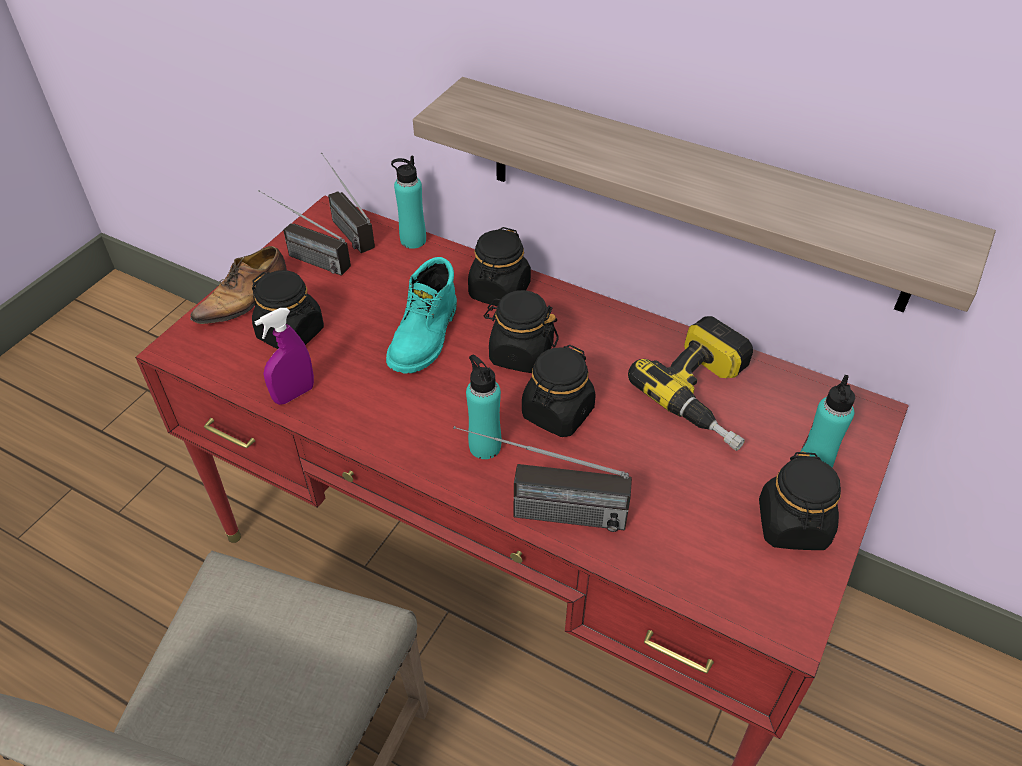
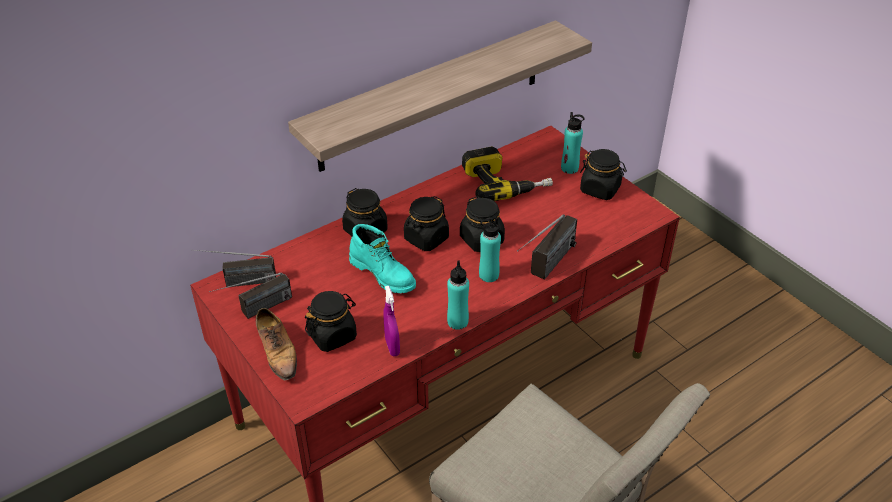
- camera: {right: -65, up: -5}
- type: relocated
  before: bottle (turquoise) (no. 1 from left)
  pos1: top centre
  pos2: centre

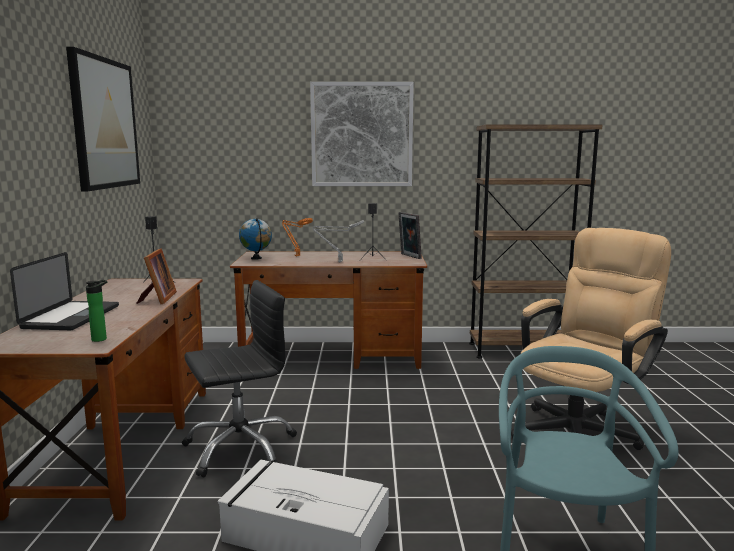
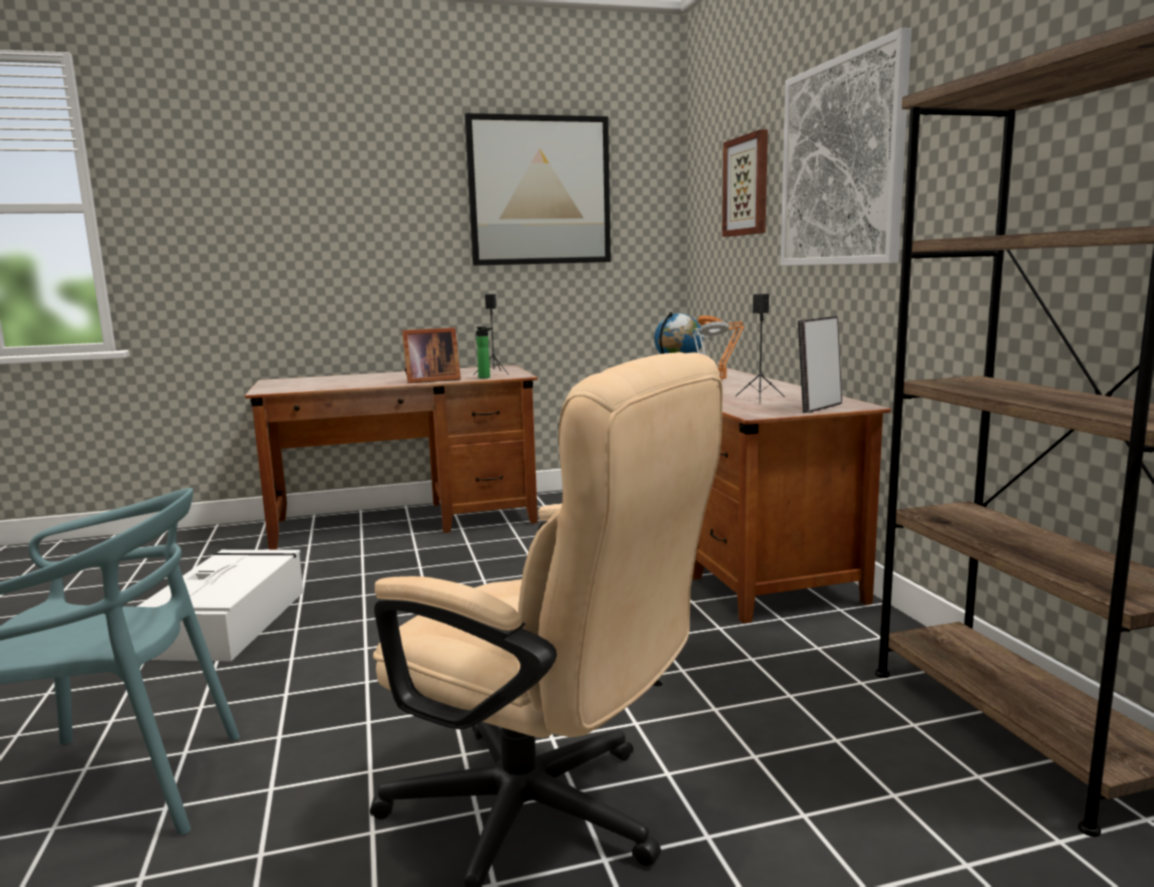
- camera: {right: 75, up: 0}
- type: missing
  before: laptop
  pos1: middle left
- type: missing
  before: office chair (black)
  pos1: bottom left
- type: appeared
  after: picture (no. 2 from left)
  pos2: top centre
- type: relocated
  before: bottle
  pos1: middle left
  pos2: centre

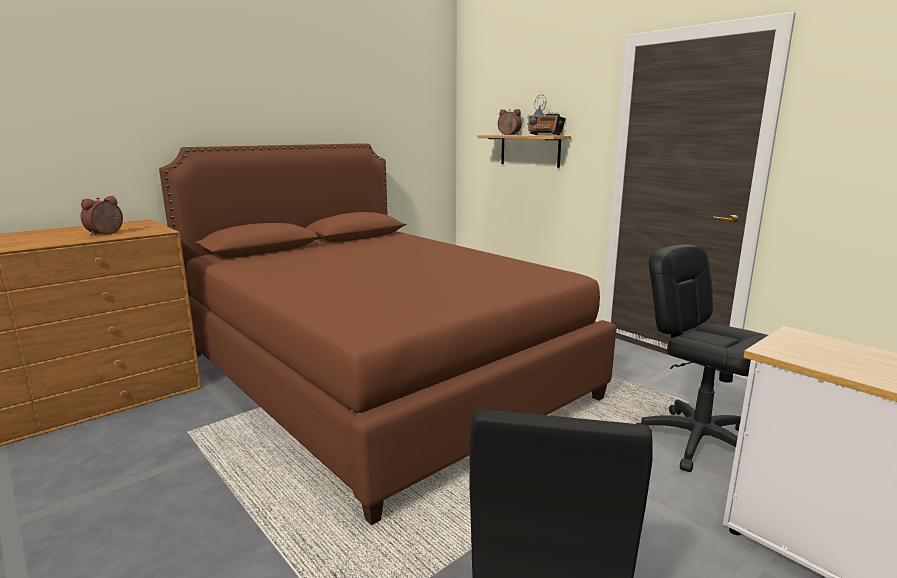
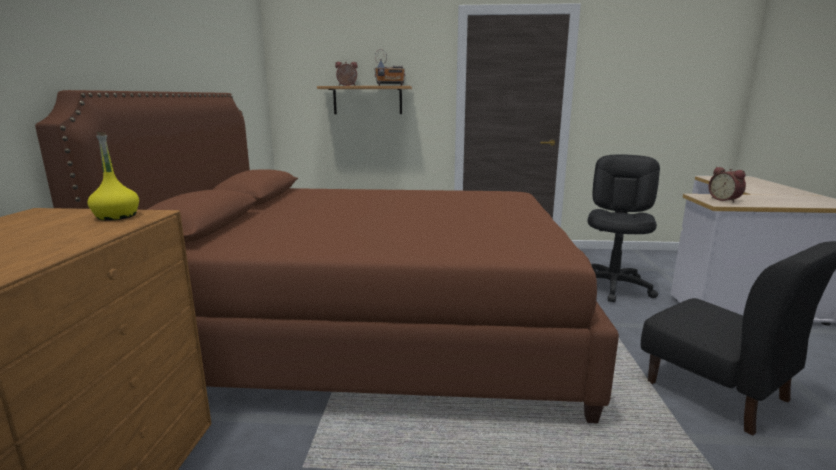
- camera: {right: -45, up: 0}
- type: appeared
  after: bottle (yellow)
  pos2: middle left
- type: relocated
  before: alarm clock (no. 1 from left in the first image)
  after: alarm clock (no. 2 from left)
  pos1: middle left
  pos2: middle right
- type: spun
  before: office chair (black)
  pos1: middle right
  pos2: middle right
  turn: 105

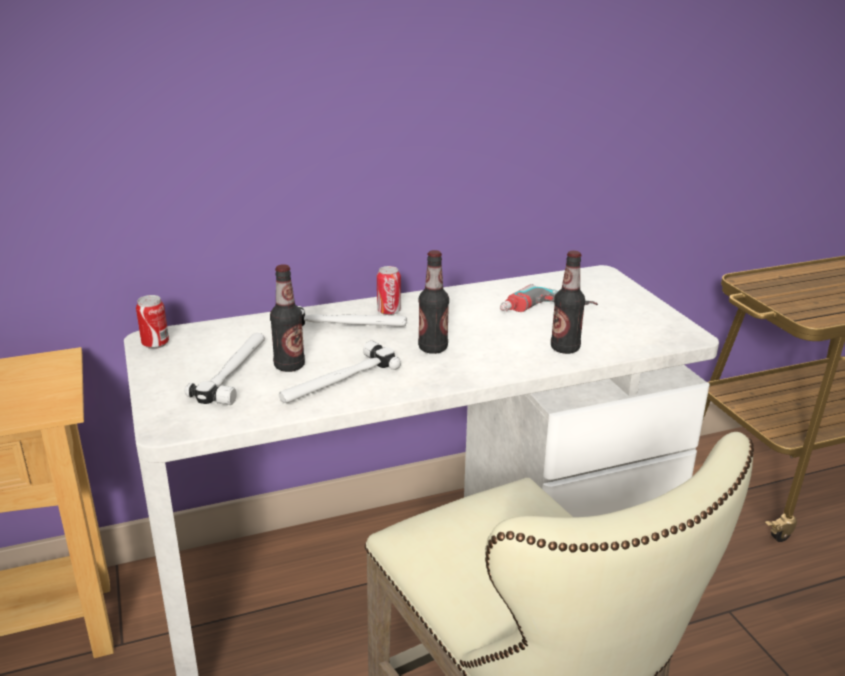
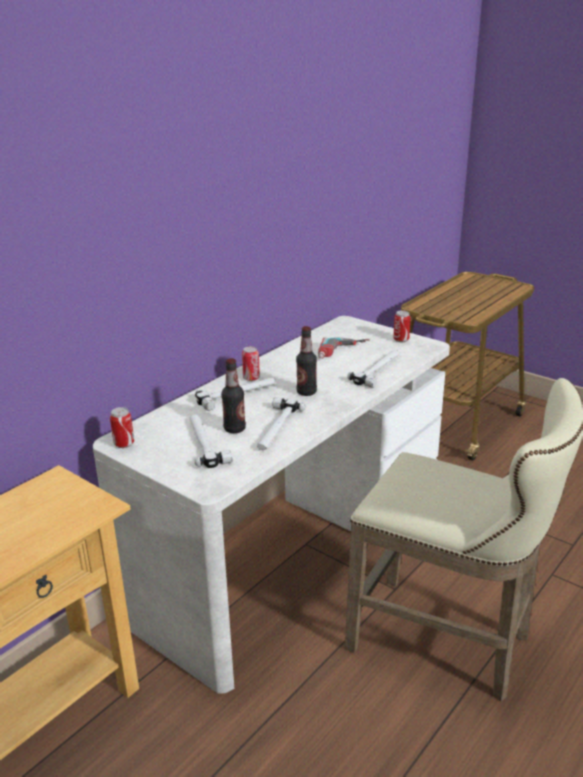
- camera: {right: -30, up: 0}
- type: appeared
  after: can (no. 3 from left)
  pos2: middle right
- type: exchanged
  before: bottle (no. 3 from left)
  after: hammer (no. 4 from left)
  pos1: middle right
  pos2: centre

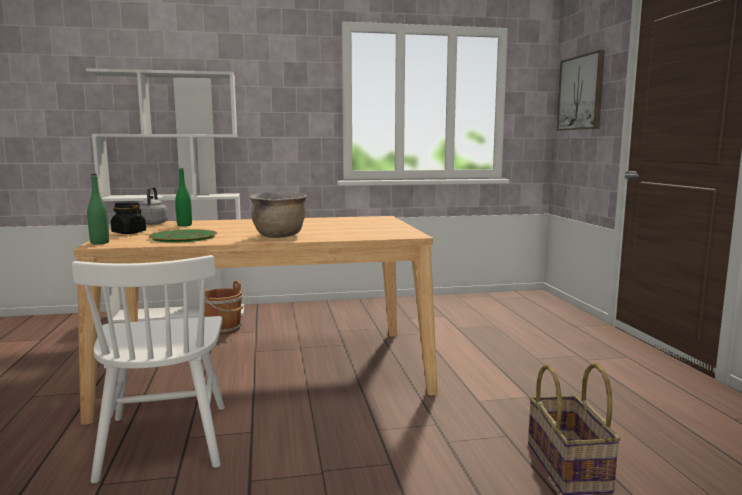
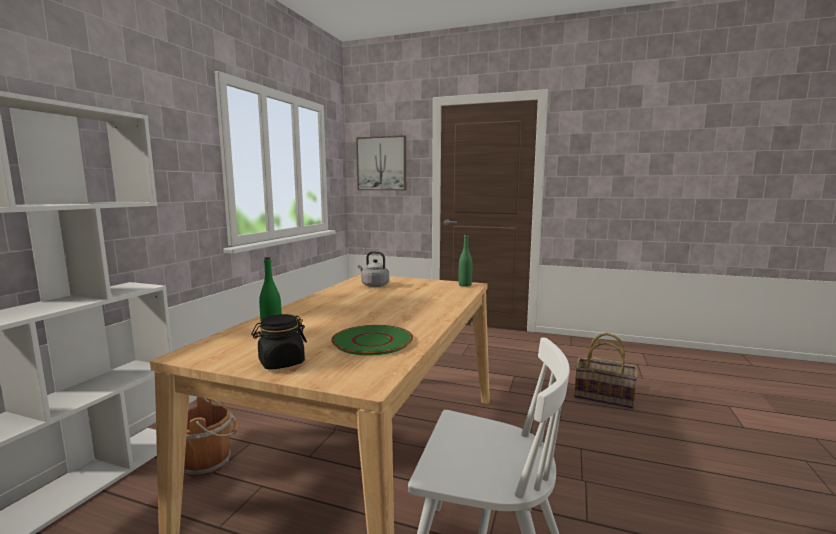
- camera: {right: -60, up: 0}
- type: missing
  before: cooking pot (brown)
  pos1: centre
- type: relocated
  before: bottle (green) (no. 1 from left in the first image)
  after: bottle (green) (no. 2 from left)
  pos1: middle left
  pos2: centre
- type: relocated
  before: kettle (grey)
  pos1: middle left
  pos2: centre

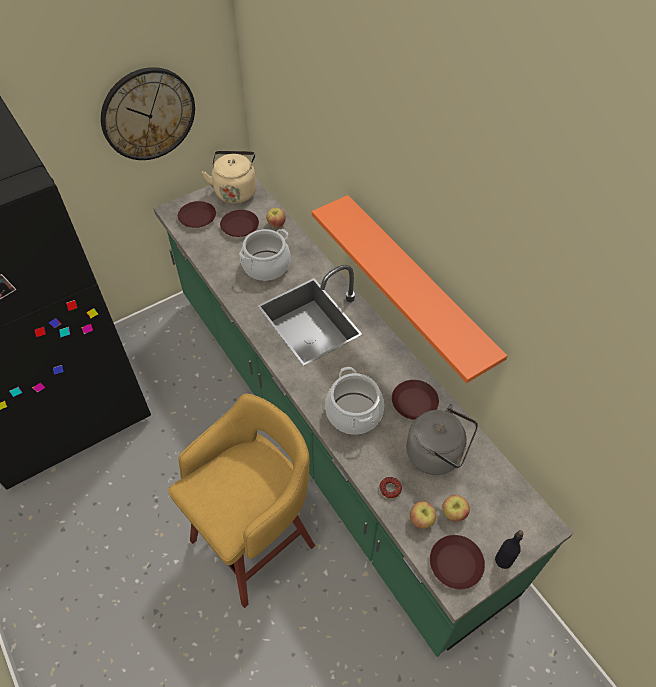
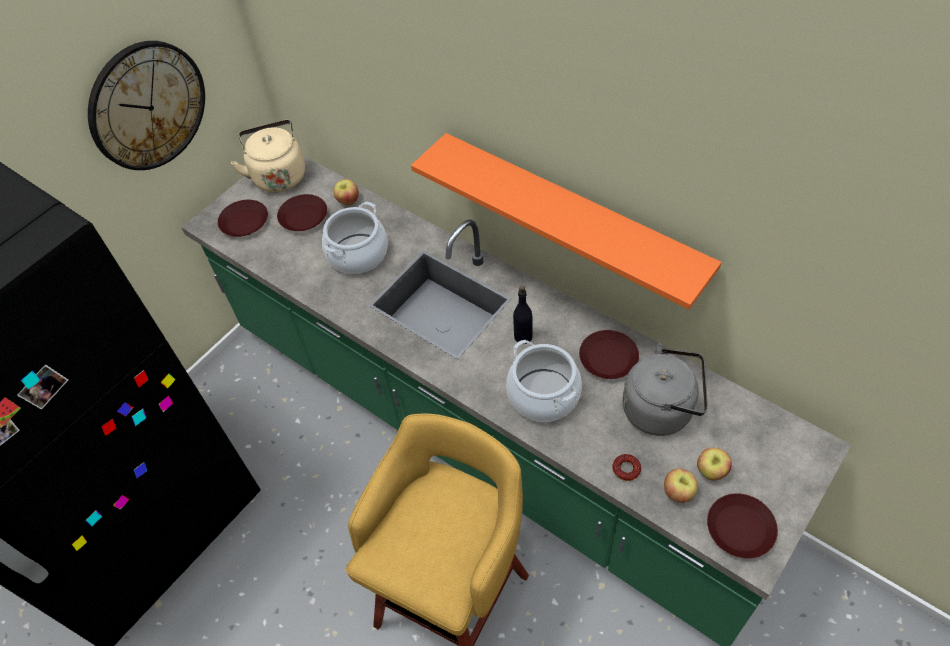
- camera: {right: -15, up: 0}
- type: relocated
  before: bottle (black)
  pos1: bottom right
  pos2: centre

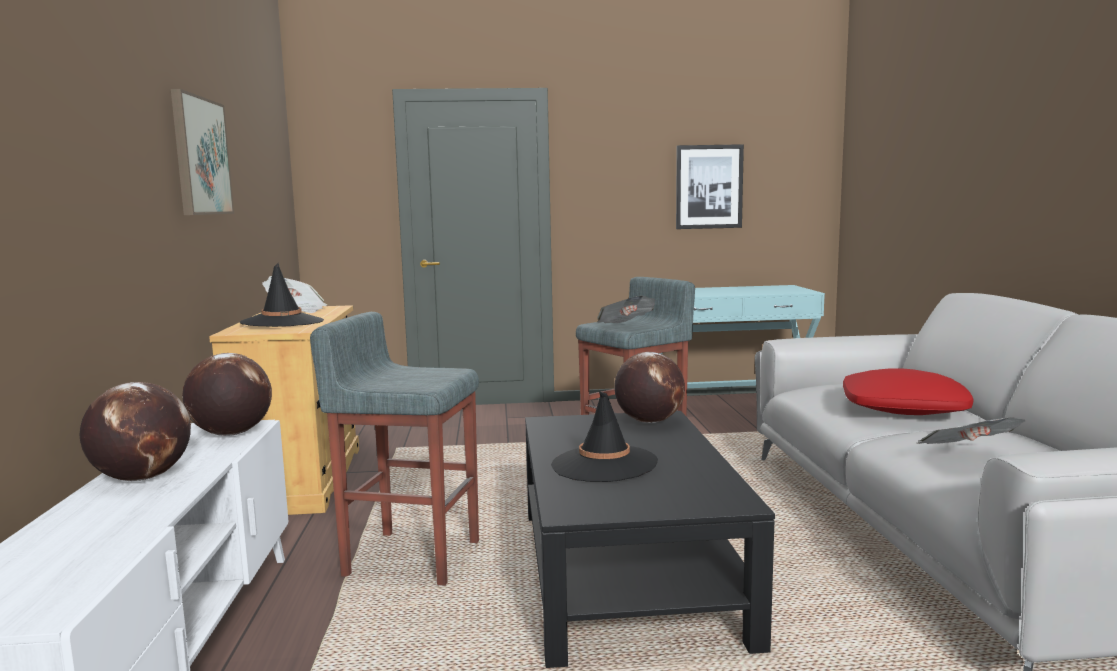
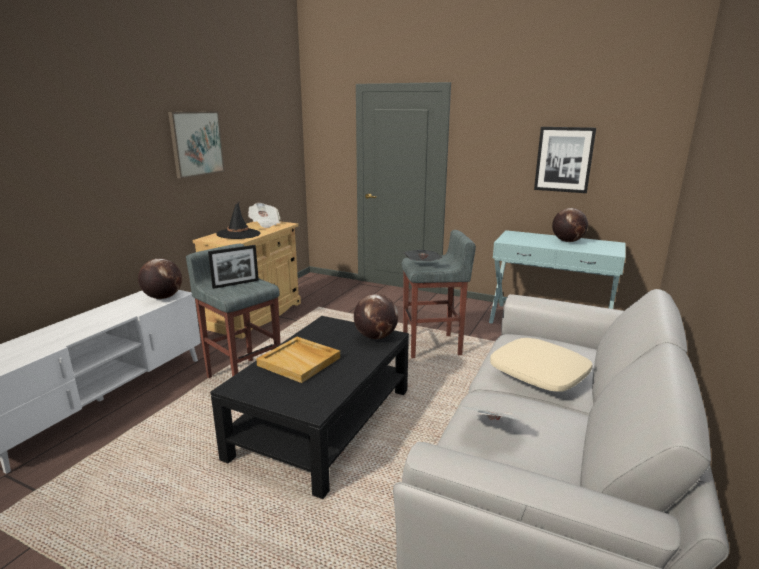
- camera: {right: 30, up: 10}
- type: appeared
  after: picture frame
  pos2: middle left
- type: relocated
  before: globe (no. 1 from left in the first image)
  after: globe (no. 3 from left)
  pos1: middle left
  pos2: middle right
- type: exchanged
  before: hat (black) (no. 2 from left)
  after: tray (beige)
  pos1: centre
  pos2: centre
- type: colour
  before: pillow (red)
  after: pillow (beige)
  pos1: middle right
  pos2: middle right

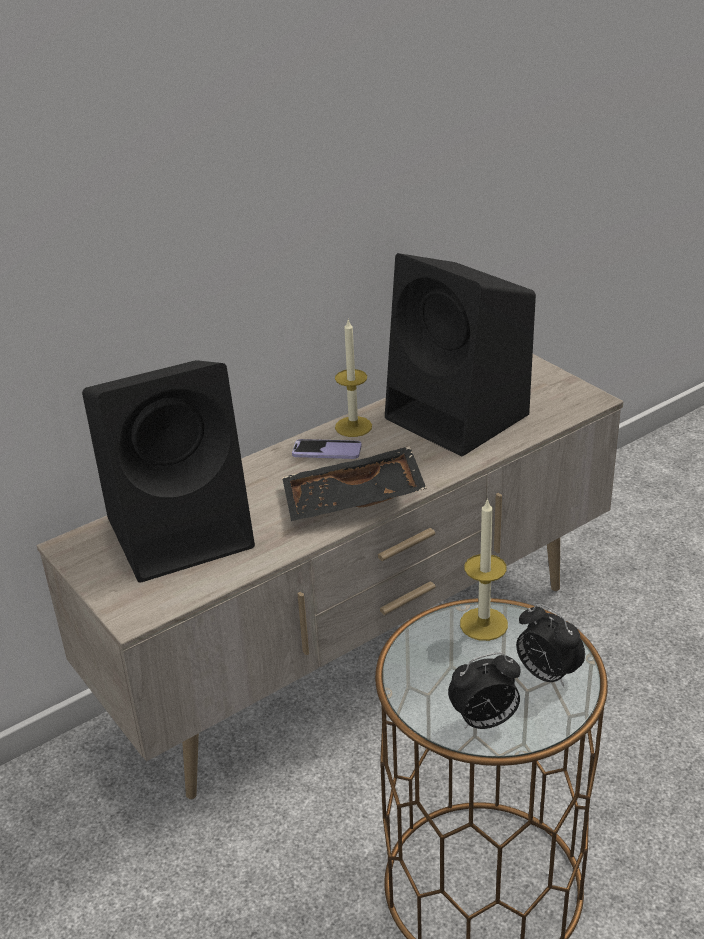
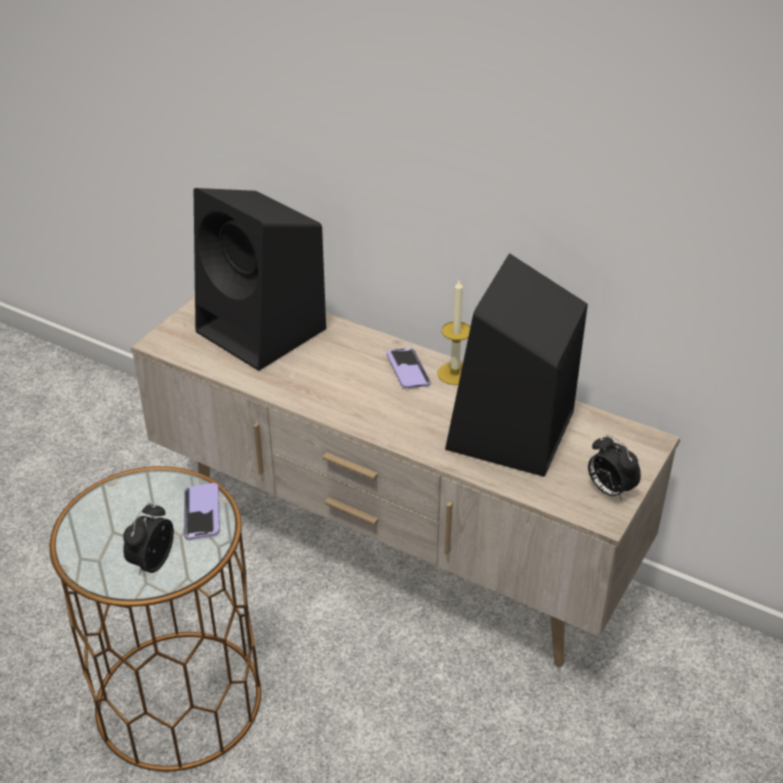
- camera: {right: 65, up: 5}
- type: missing
  before: tray (black)
  pos1: centre
- type: relocated
  before: alarm clock (no. 1 from left in the first image)
  after: alarm clock (no. 2 from left)
  pos1: bottom right
  pos2: middle right
- type: exchanged
  before: candle (no. 2 from left)
  after: phone (no. 1 from left)
  pos1: middle right
  pos2: middle left

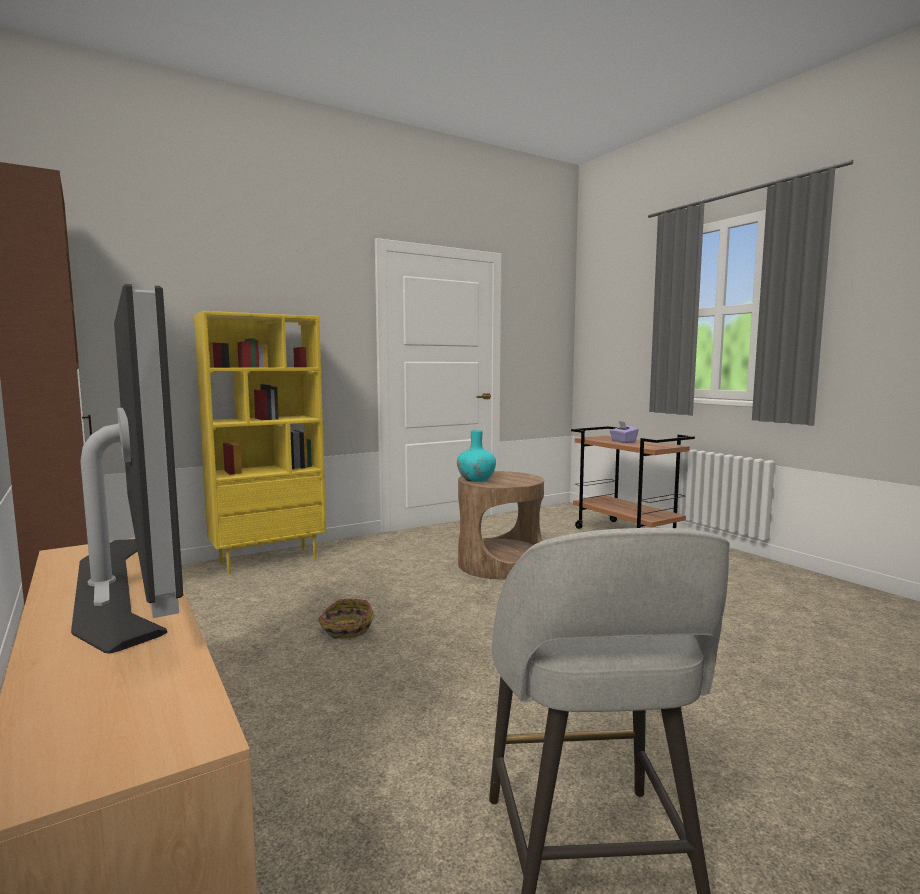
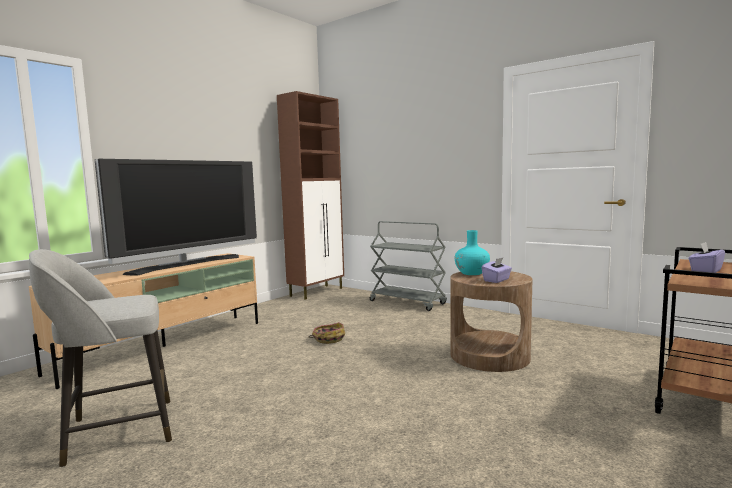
- camera: {right: 70, up: 0}
- type: appeared
  after: tissue box (purple) (no. 1 from left)
  pos2: middle right
- type: exchanged
  before: bookcase (yellow)
  after: cart (grey)
  pos1: middle left
  pos2: centre

